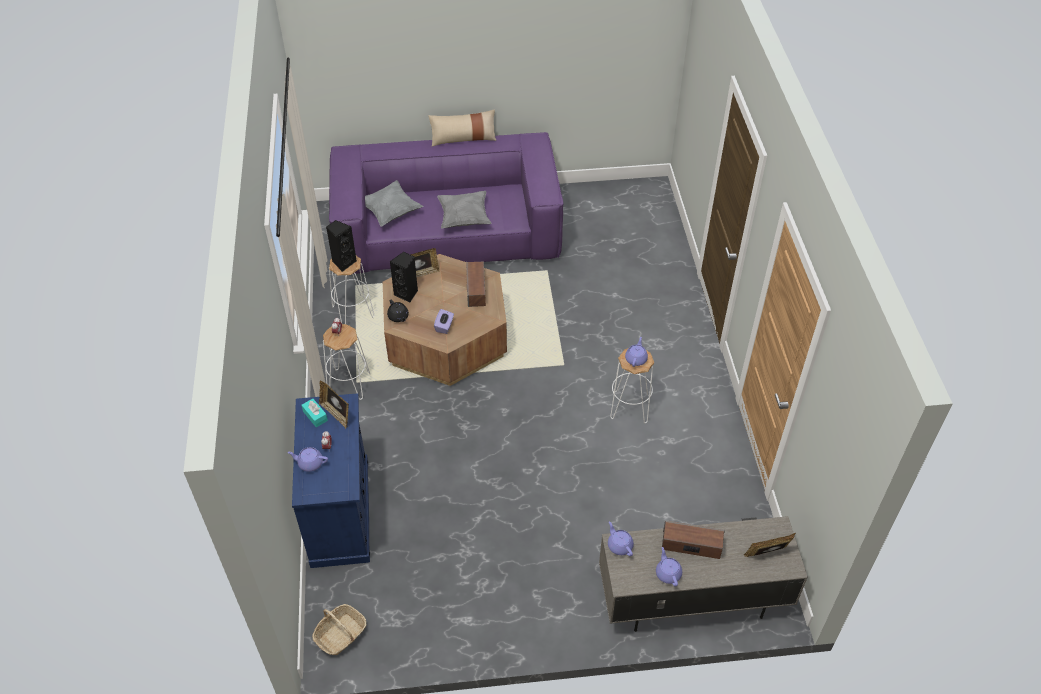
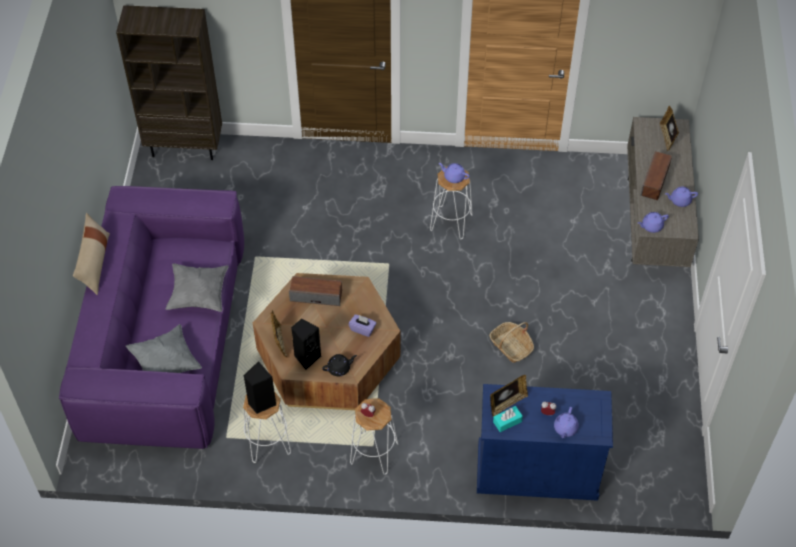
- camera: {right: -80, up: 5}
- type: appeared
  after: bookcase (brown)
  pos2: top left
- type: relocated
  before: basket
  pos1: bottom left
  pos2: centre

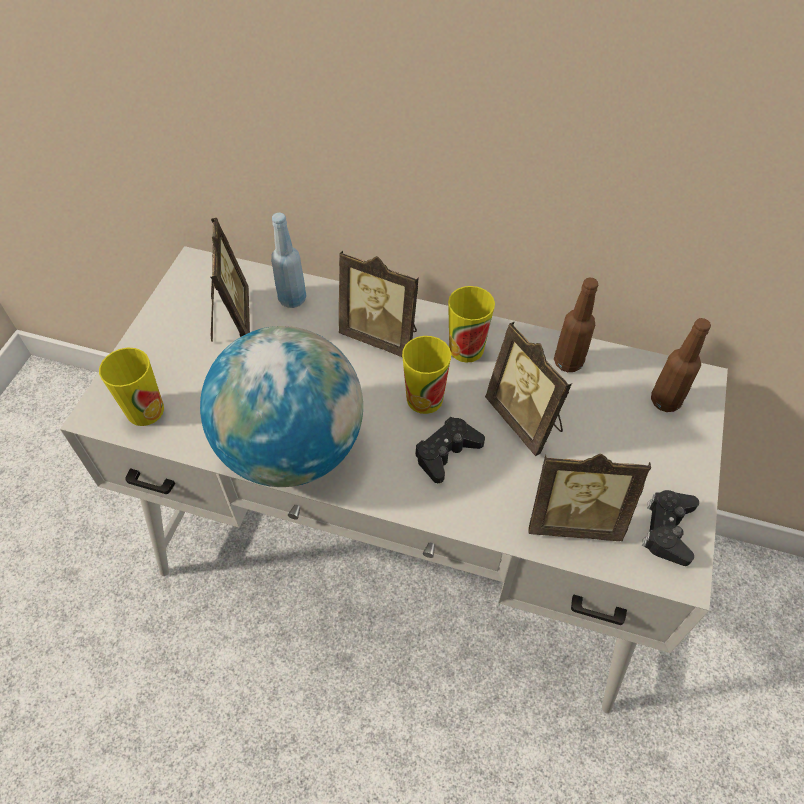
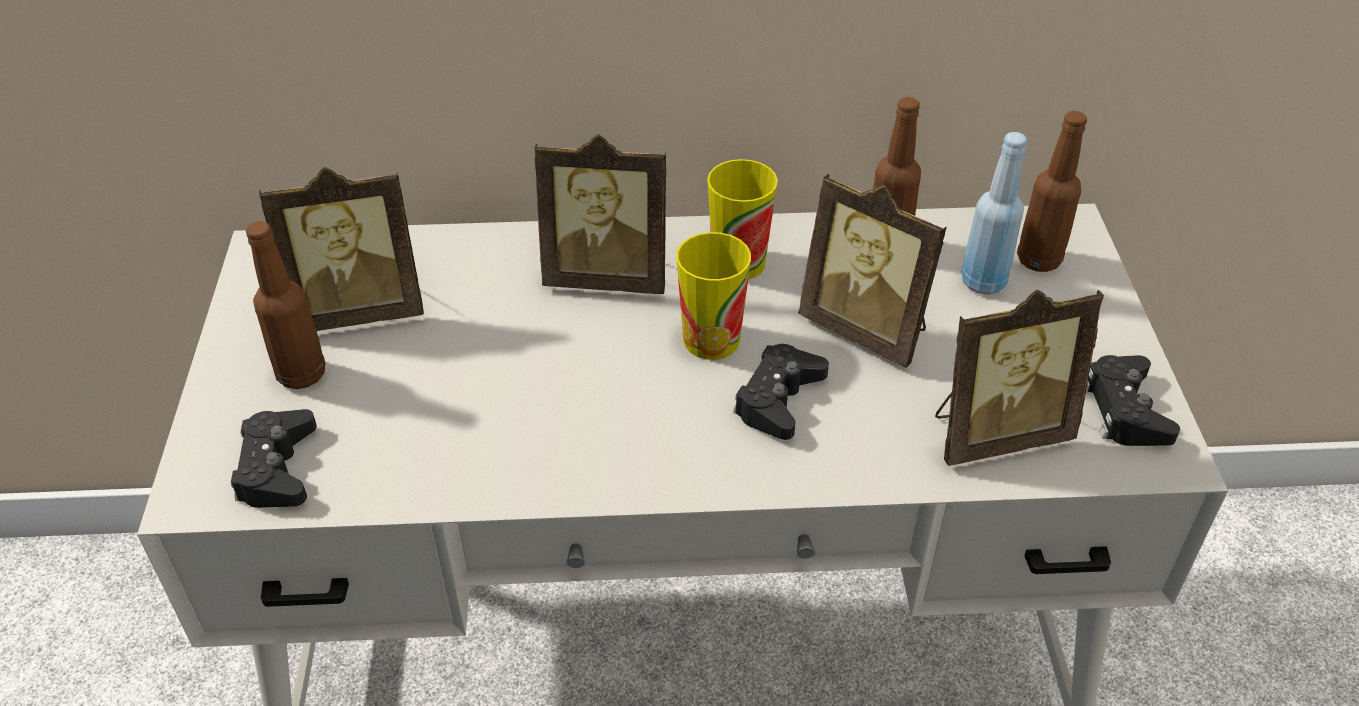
- camera: {right: -20, up: -10}
- type: missing
  before: globe
  pos1: centre
- type: appeared
  after: bottle (brown) (no. 1 from left)
  pos2: middle left
- type: relocated
  before: bottle (blue)
  pos1: top centre
  pos2: top right
- type: exchanged
  before: cup (no. 1 from left)
  after: game controller (black) (no. 1 from left)
  pos1: middle left
  pos2: middle left
- type: spun
  before: picture frame (no. 1 from left)
  pos1: middle left
  pos2: middle left
  turn: 105

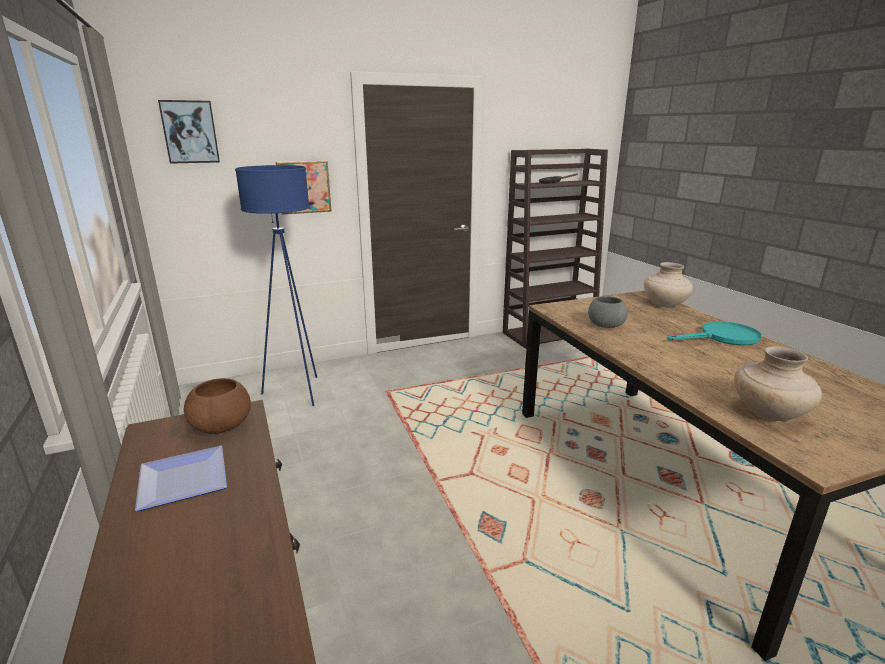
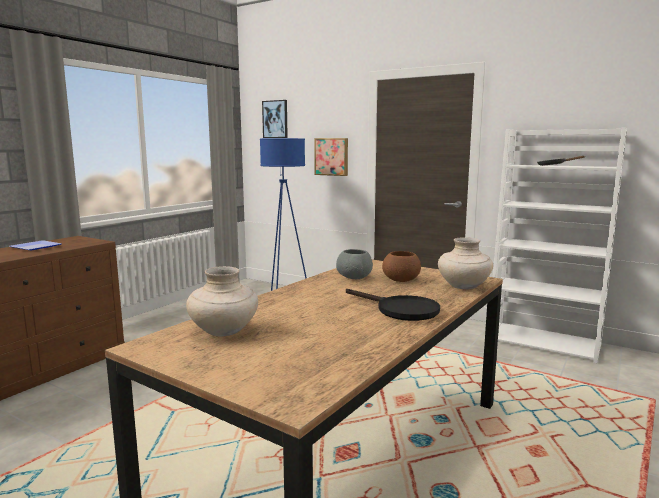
- camera: {right: 55, up: -10}
- type: relocated
  before: bowl (brown)
  pos1: middle left
  pos2: centre
- type: colour
  before: bookcase (brown)
  after: bookcase (white)
  pos1: centre
  pos2: middle right
- type: colour
  before: frying pan (turquoise)
  after: frying pan (black) (no. 1 from left)
  pos1: middle right
  pos2: centre

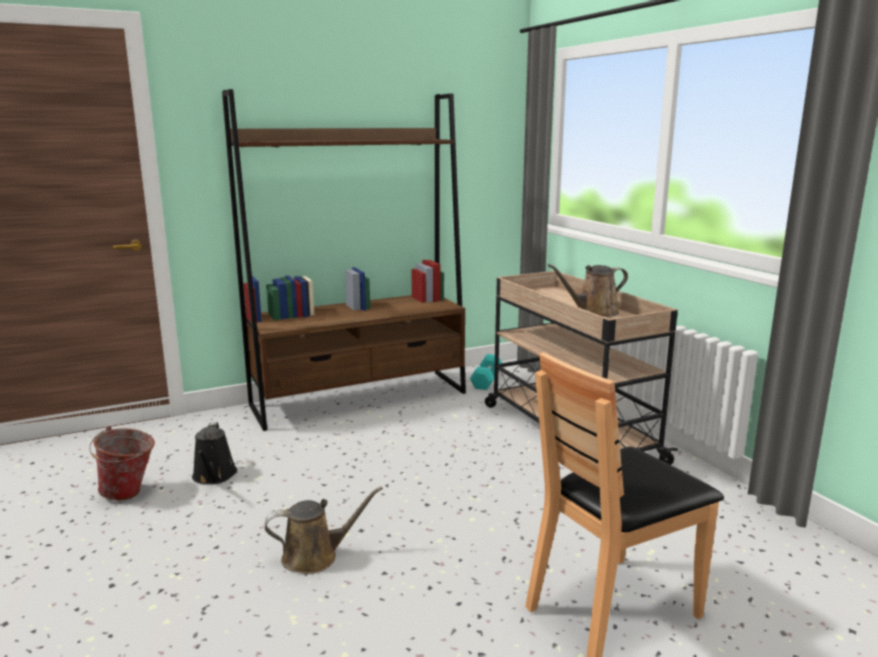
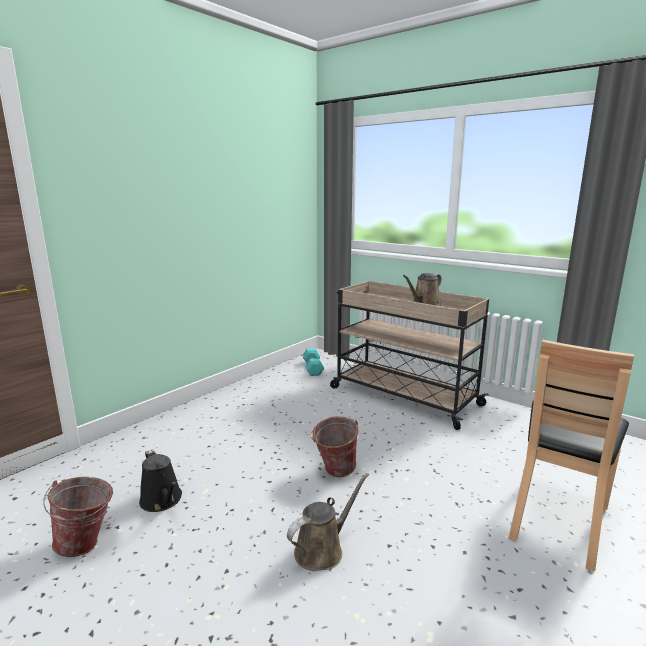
- camera: {right: -25, up: 0}
- type: missing
  before: bookcase (brown)
  pos1: centre
- type: appeared
  after: bucket (no. 2 from left)
  pos2: bottom centre

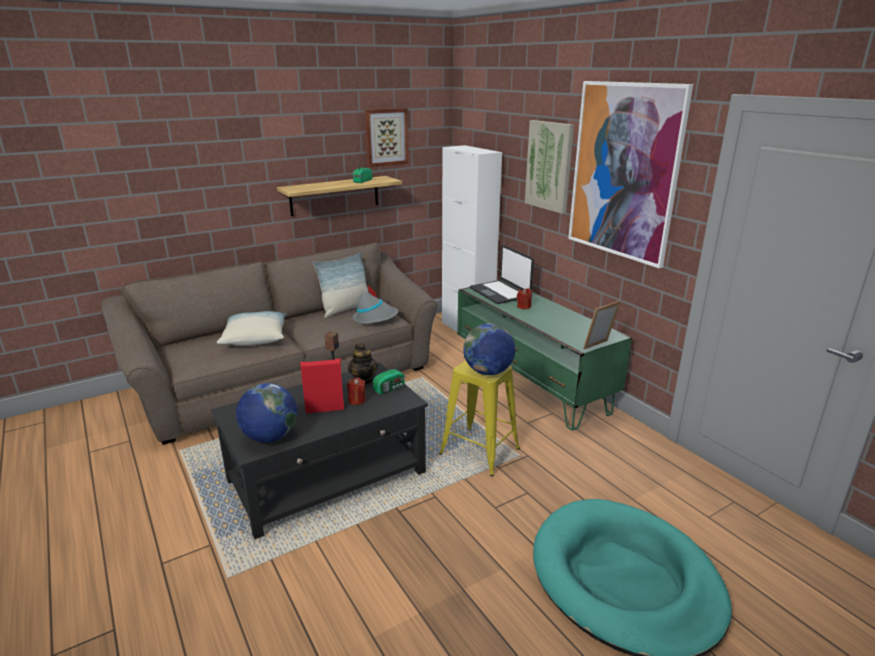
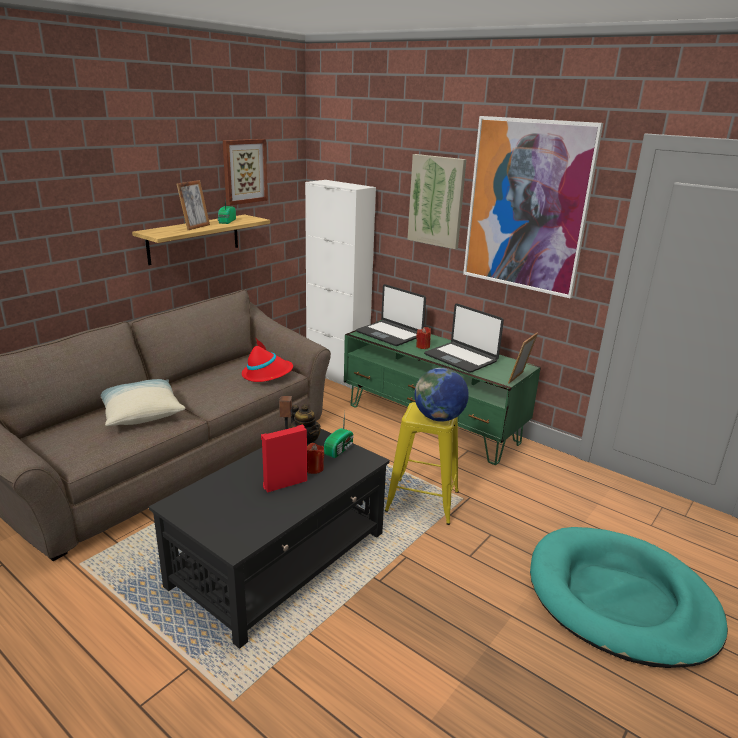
- camera: {right: -20, up: 0}
- type: missing
  before: globe (no. 1 from left)
  pos1: middle left
- type: missing
  before: pillow (no. 2 from left)
  pos1: centre
- type: appeared
  after: picture frame (no. 1 from left)
  pos2: top left
- type: appeared
  after: laptop (no. 2 from left)
  pos2: centre
- type: colour
  before: hat (grey)
  after: hat (red)
  pos1: centre
  pos2: centre

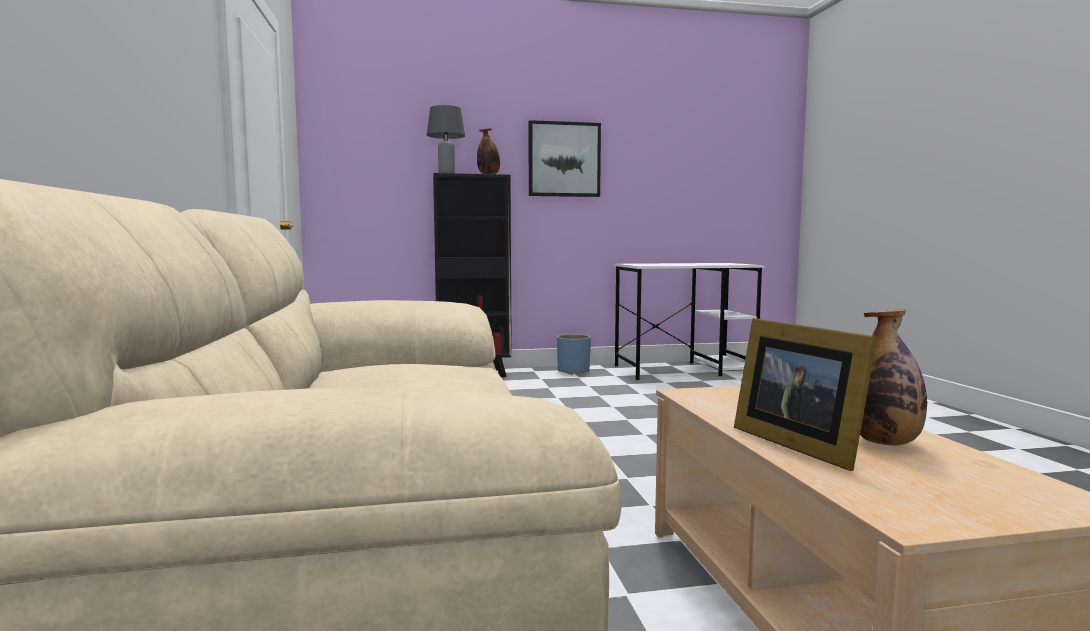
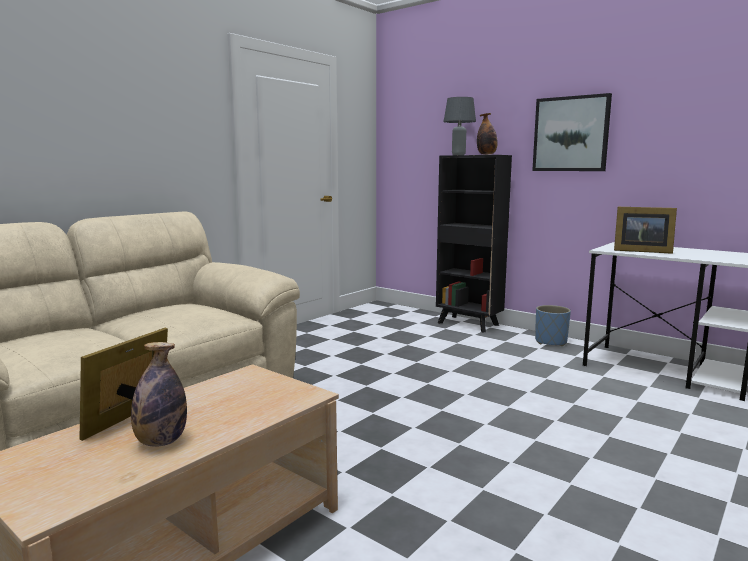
- camera: {right: 50, up: 5}
- type: appeared
  after: picture frame (no. 2 from left)
  pos2: middle right

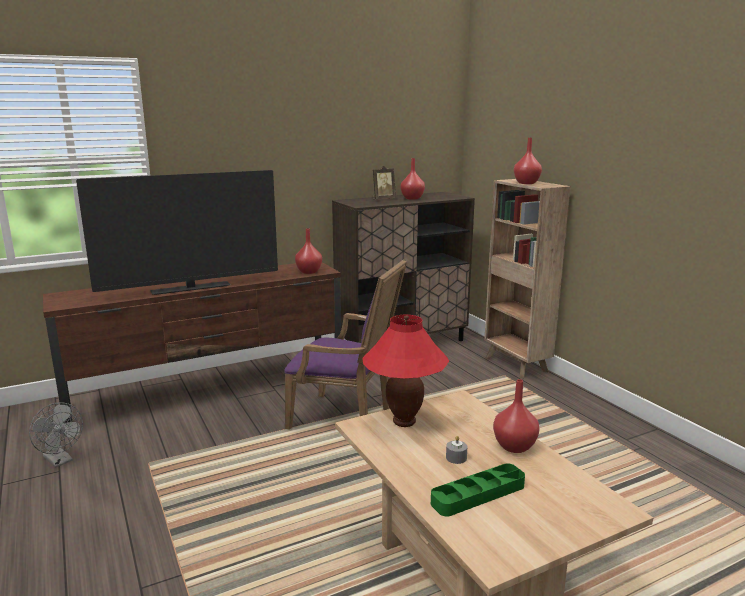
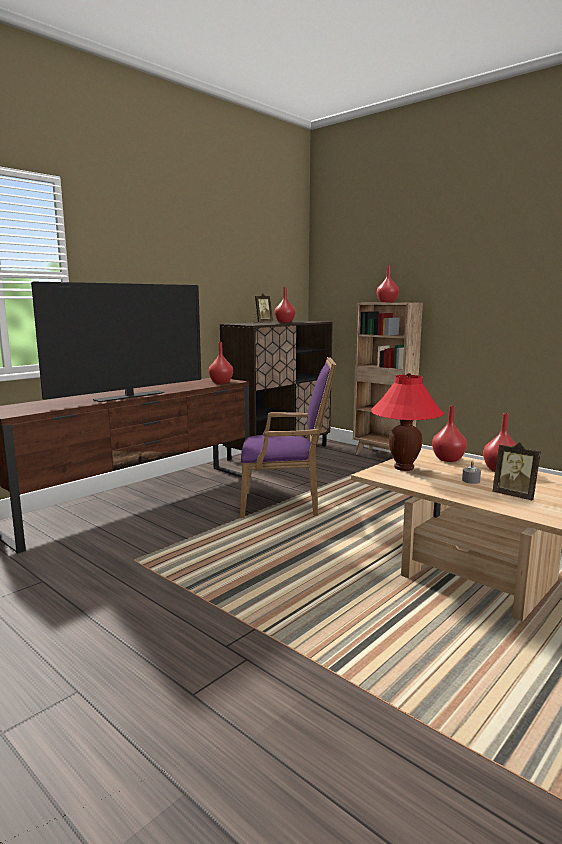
- camera: {right: -20, up: -5}
- type: missing
  before: fan (grey)
  pos1: bottom left
- type: appeared
  after: vase (red) (no. 4 from left)
  pos2: middle right
- type: exchanged
  before: tray (green)
  after: picture frame (no. 2 from left)
  pos1: bottom centre
  pos2: middle right

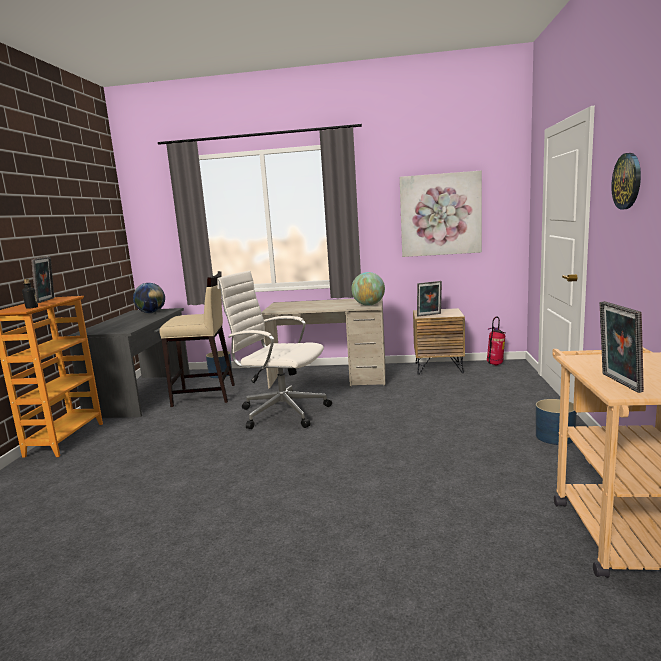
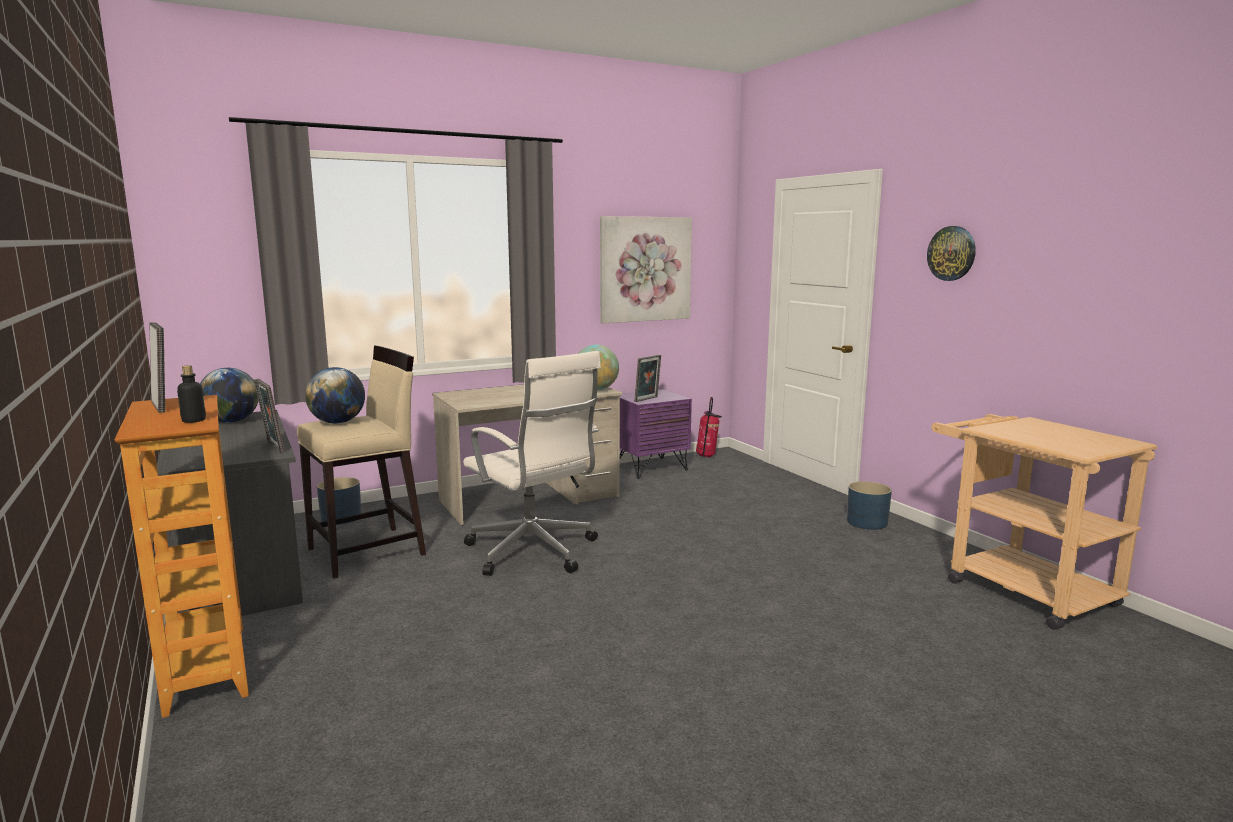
- camera: {right: -35, up: 0}
- type: appeared
  after: globe (no. 2 from left)
  pos2: middle left
- type: relocated
  before: picture frame (no. 3 from left in the first image)
  after: picture frame (no. 2 from left)
  pos1: middle right
  pos2: middle left
- type: colour
  before: nightstand (brown)
  after: nightstand (purple)
  pos1: centre
  pos2: centre
- type: spun
  before: office chair (white)
  pos1: centre
  pos2: centre
  turn: -120

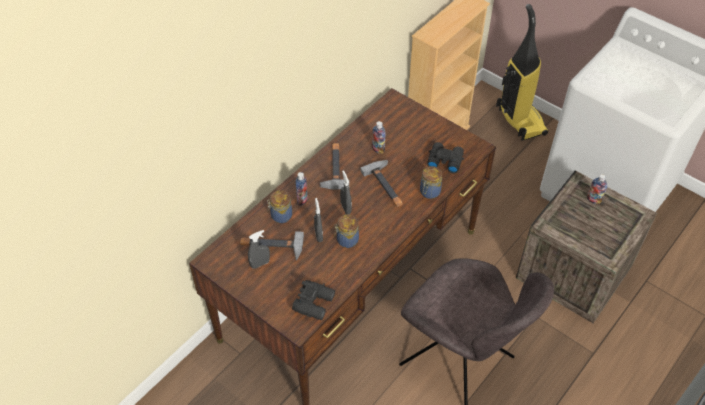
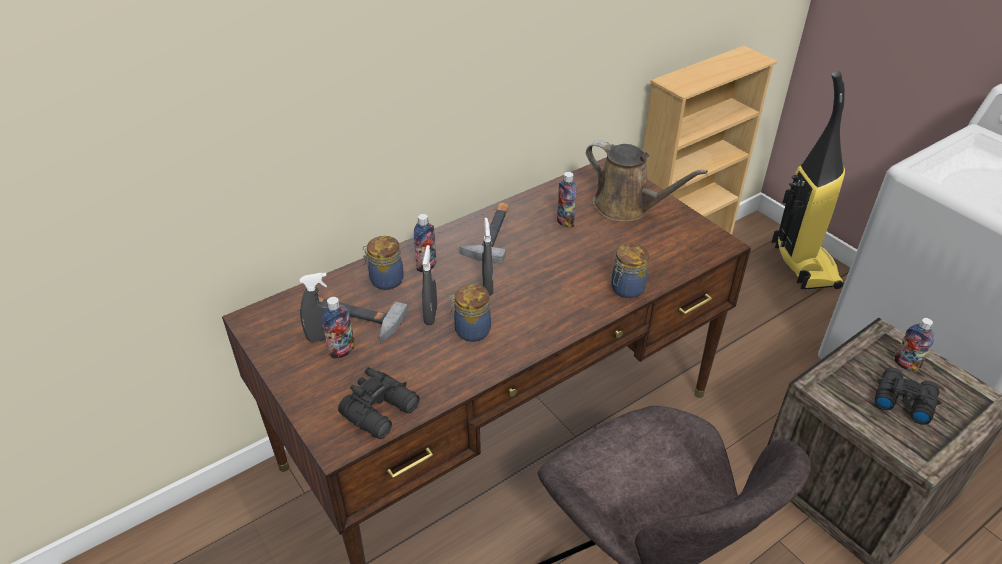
- camera: {right: 15, up: -10}
- type: missing
  before: hammer (no. 3 from left)
  pos1: centre
- type: appeared
  after: bottle (no. 1 from left)
  pos2: centre
- type: appeared
  after: watering can (brown)
  pos2: top centre
- type: relocated
  before: binoculars (black) (no. 2 from left)
  pos1: centre
  pos2: bottom right

